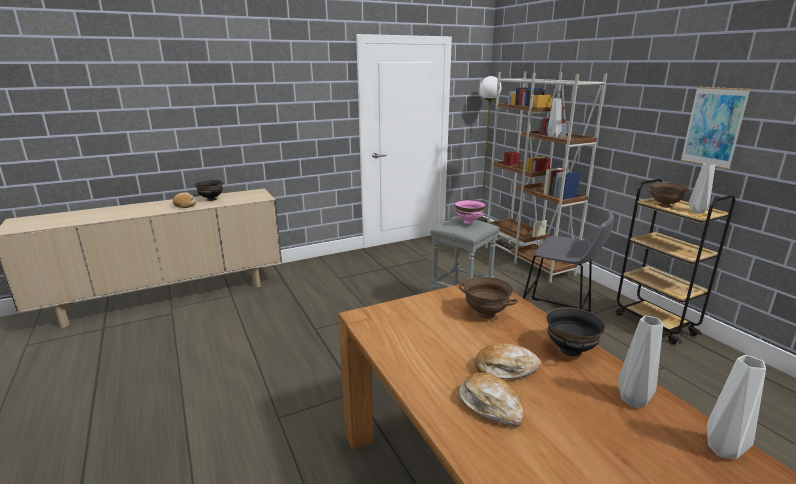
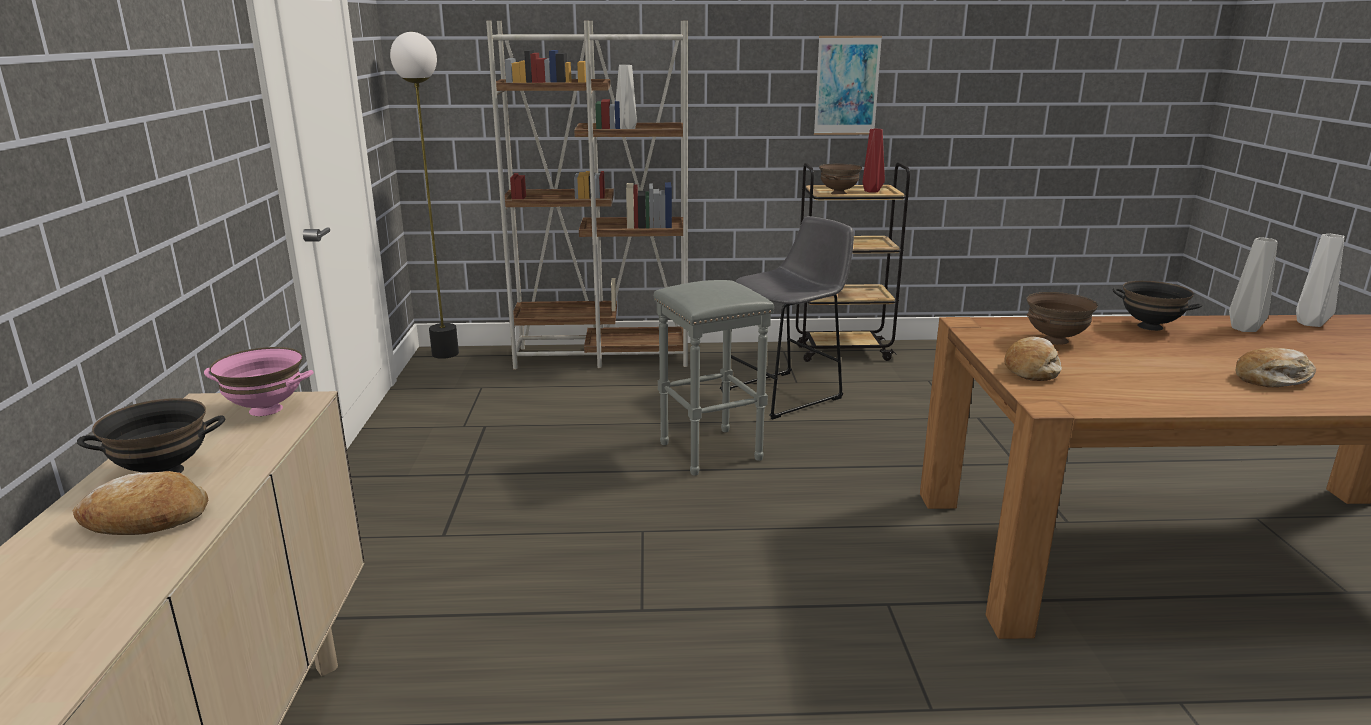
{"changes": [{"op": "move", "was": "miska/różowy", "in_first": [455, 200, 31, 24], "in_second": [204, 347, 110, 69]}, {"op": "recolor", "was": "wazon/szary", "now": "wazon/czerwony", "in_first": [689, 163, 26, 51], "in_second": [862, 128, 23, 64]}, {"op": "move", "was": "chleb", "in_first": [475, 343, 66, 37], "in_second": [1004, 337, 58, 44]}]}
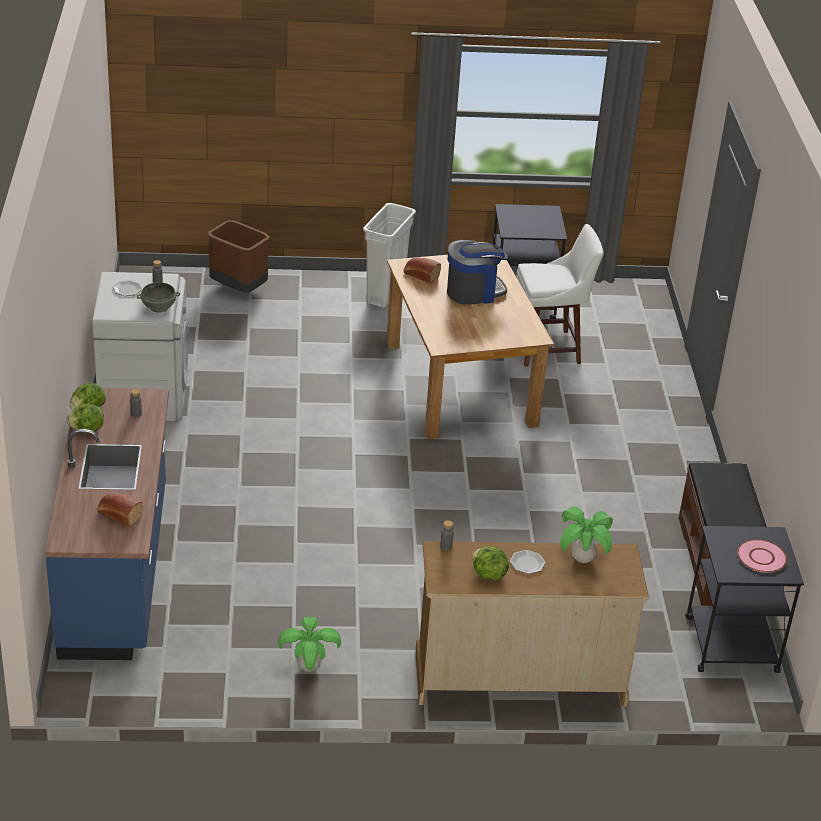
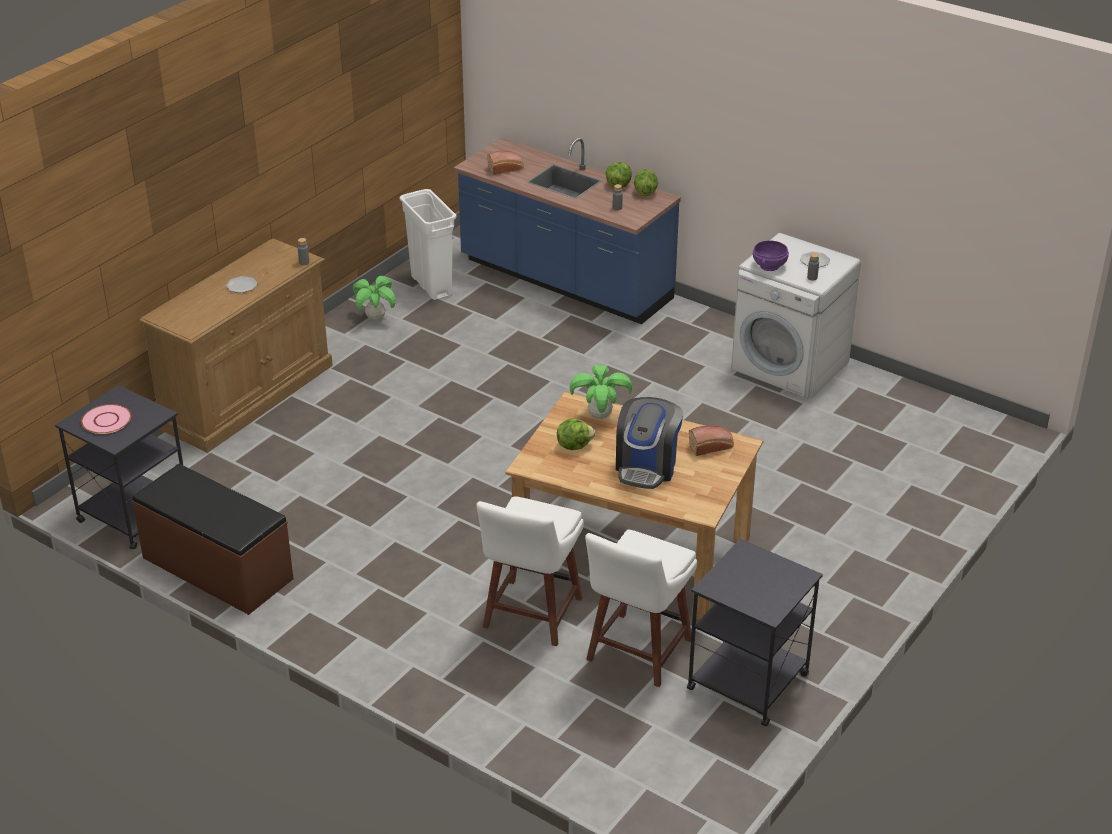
{"changes": [{"op": "move", "was": "kosz na śmieci/biały", "in_first": [363, 203, 53, 105], "in_second": [399, 189, 57, 111]}, {"op": "insert", "now": "stołek/biały", "in_second": [476, 496, 107, 150]}, {"op": "move", "was": "sałata", "in_first": [472, 547, 37, 33], "in_second": [557, 418, 38, 32]}, {"op": "move", "was": "roślina doniczkowa", "in_first": [560, 507, 53, 56], "in_second": [570, 365, 62, 54]}, {"op": "recolor", "was": "miska/szary", "now": "miska/fioletowy", "in_first": [137, 282, 43, 31], "in_second": [753, 240, 36, 31]}, {"op": "delete", "was": "kosz na śmieci/brązowy", "in_first": [208, 220, 62, 73]}]}
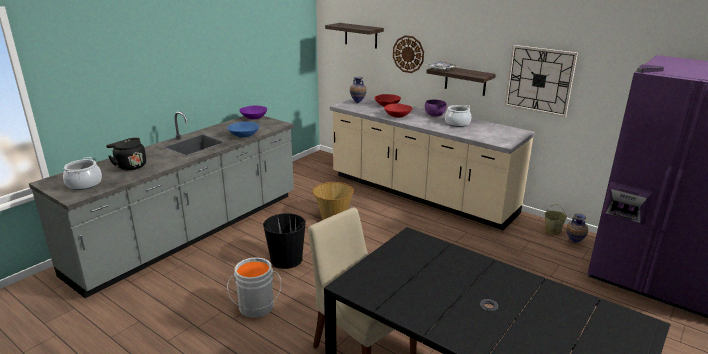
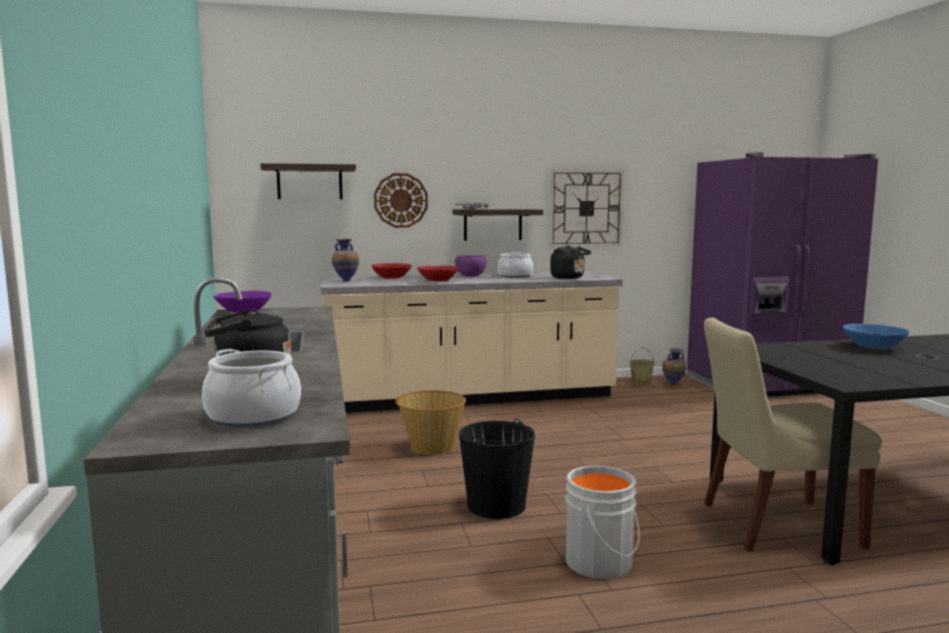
{"changes": [{"op": "insert", "now": "czajnik/czarny", "in_second": [550, 245, 41, 34]}, {"op": "move", "was": "miska/niebieski", "in_first": [228, 122, 31, 16], "in_second": [843, 324, 66, 25]}]}
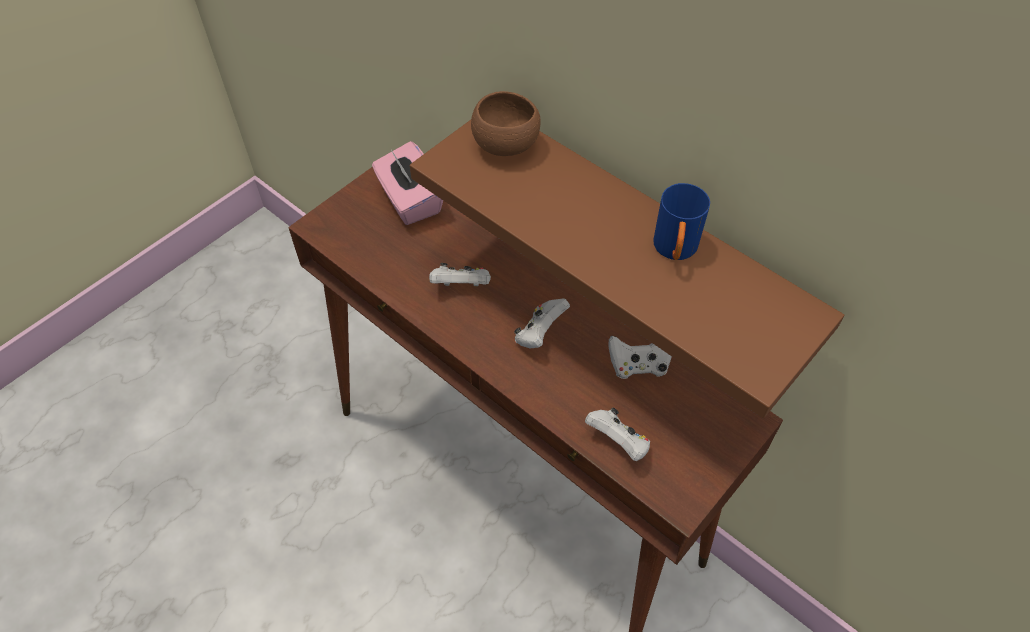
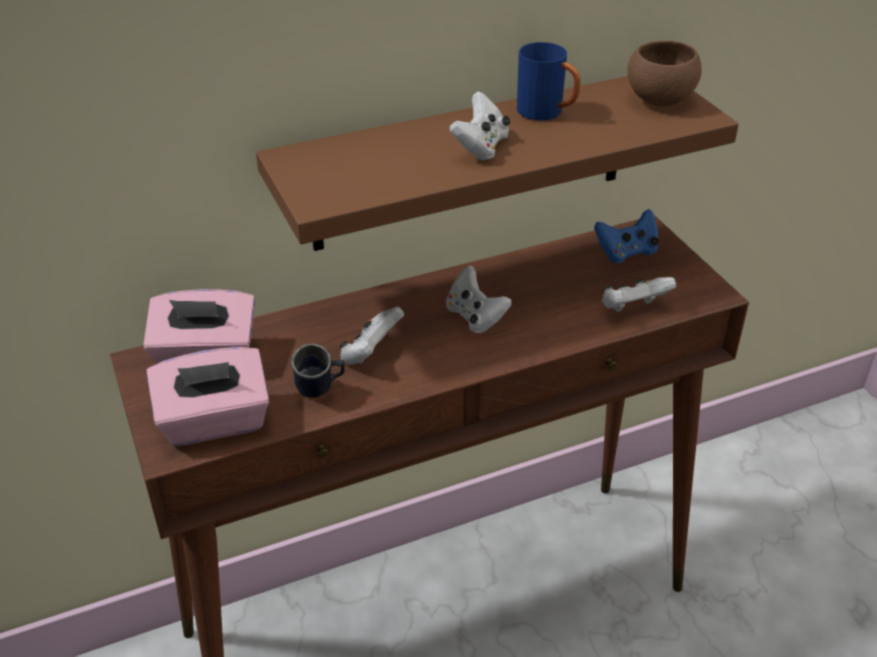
{"changes": [{"op": "insert", "now": "pudełko chusteczek/różowy", "in_second": [147, 347, 122, 99]}, {"op": "insert", "now": "kubek/niebieski", "in_second": [291, 344, 54, 54]}, {"op": "move", "was": "pad do gier/biały", "in_first": [608, 336, 64, 43], "in_second": [449, 92, 61, 69]}, {"op": "insert", "now": "pad do gier/niebieski", "in_second": [594, 209, 65, 54]}, {"op": "move", "was": "miska/brązowy", "in_first": [471, 91, 70, 65], "in_second": [627, 40, 75, 66]}]}
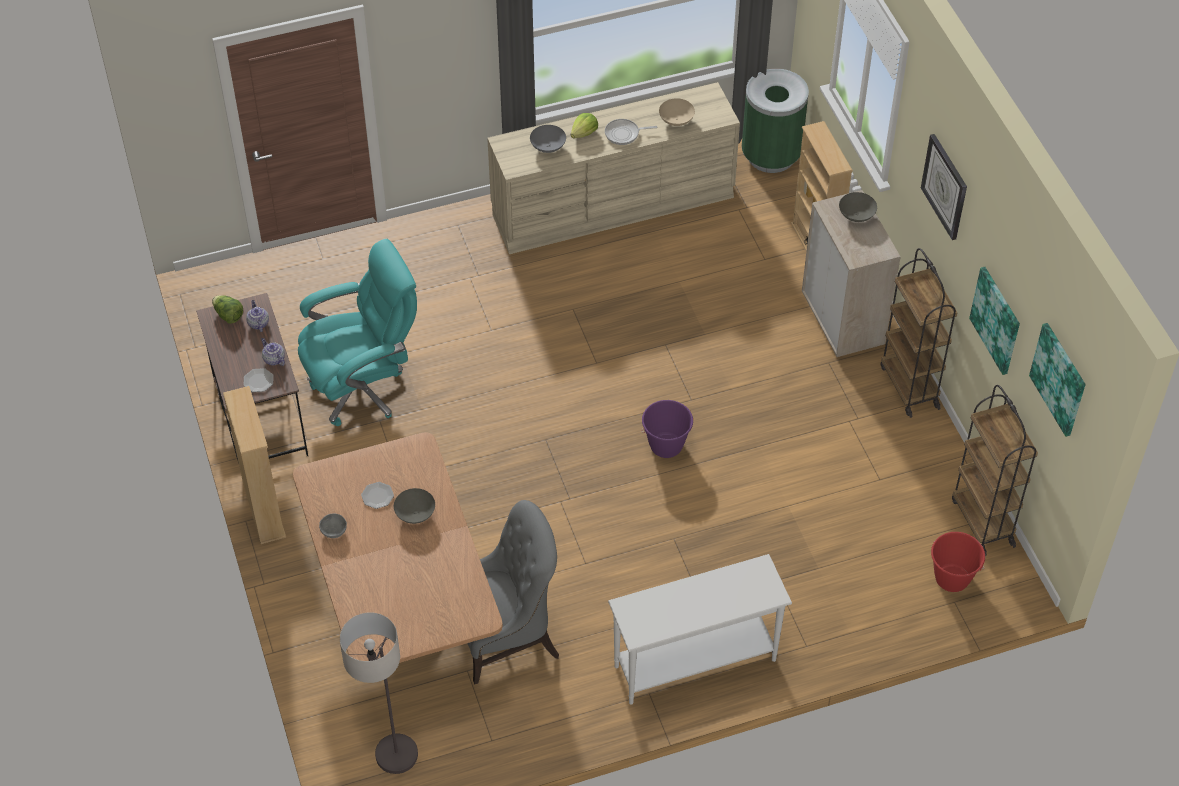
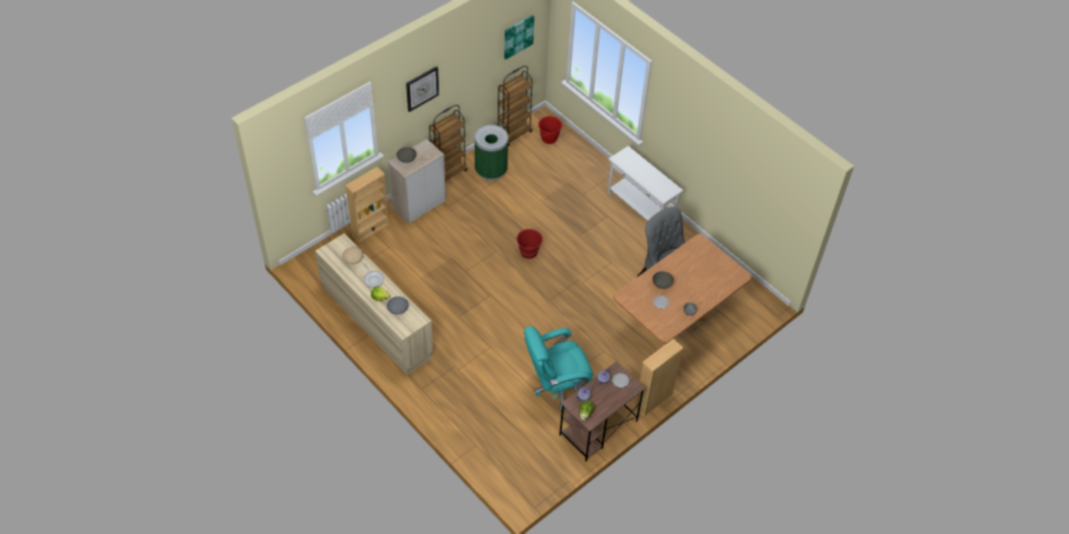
{"changes": [{"op": "move", "was": "kosz na śmieci/zielony", "in_first": [742, 68, 67, 105], "in_second": [475, 125, 33, 56]}, {"op": "recolor", "was": "wiadro/fioletowy", "now": "wiadro/czerwony", "in_first": [641, 400, 52, 58], "in_second": [516, 229, 27, 30]}, {"op": "rotate", "was": "krzesło biurowe/turkusowy", "in_first": [298, 239, 119, 187], "in_second": [524, 326, 69, 84], "clockwise": -60}, {"op": "delete", "was": "lampa stojąca/szary", "in_first": [340, 612, 78, 162]}, {"op": "delete", "was": "obraz", "in_first": [969, 267, 51, 108]}]}
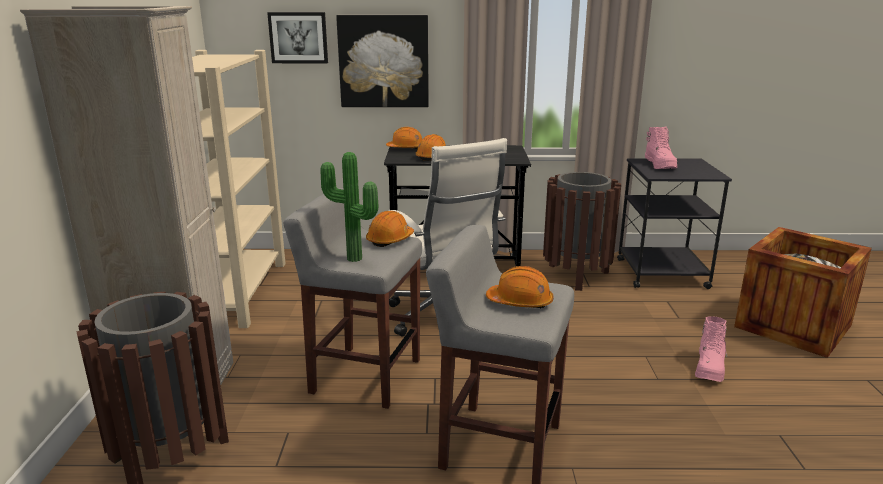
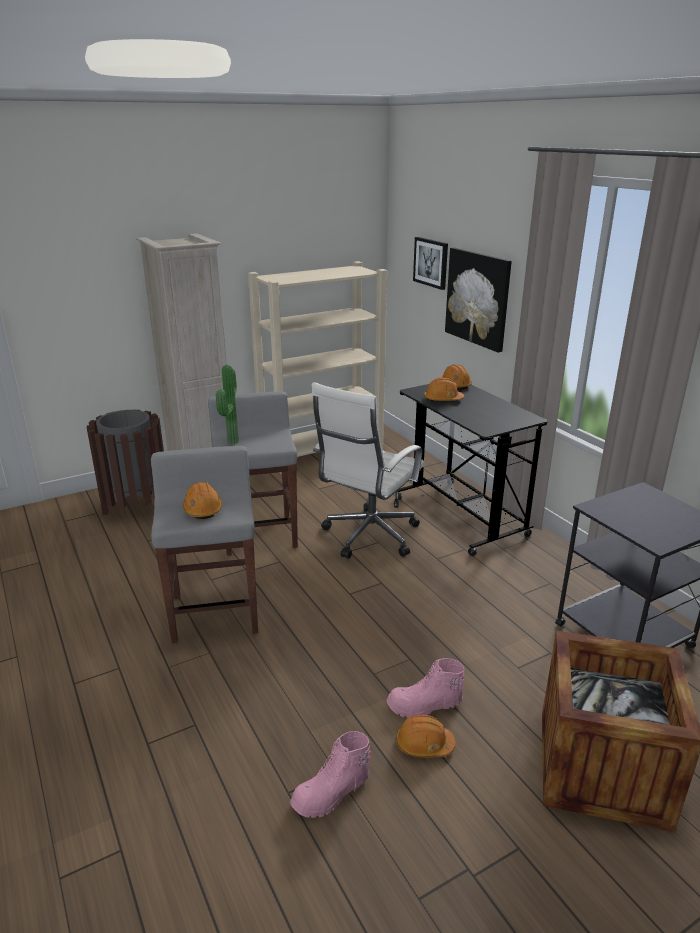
{"changes": [{"op": "move", "was": "but z cholewką/różowy", "in_first": [645, 126, 32, 43], "in_second": [290, 731, 82, 87]}, {"op": "move", "was": "kask/pomarańczowy", "in_first": [366, 211, 48, 36], "in_second": [396, 715, 60, 43]}, {"op": "delete", "was": "kosz na śmieci/brązowy", "in_first": [543, 172, 78, 119]}]}
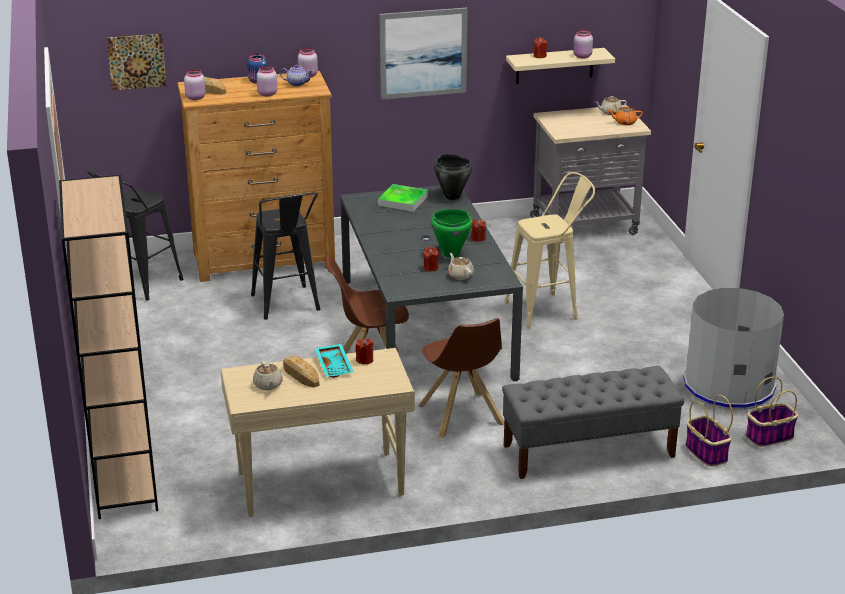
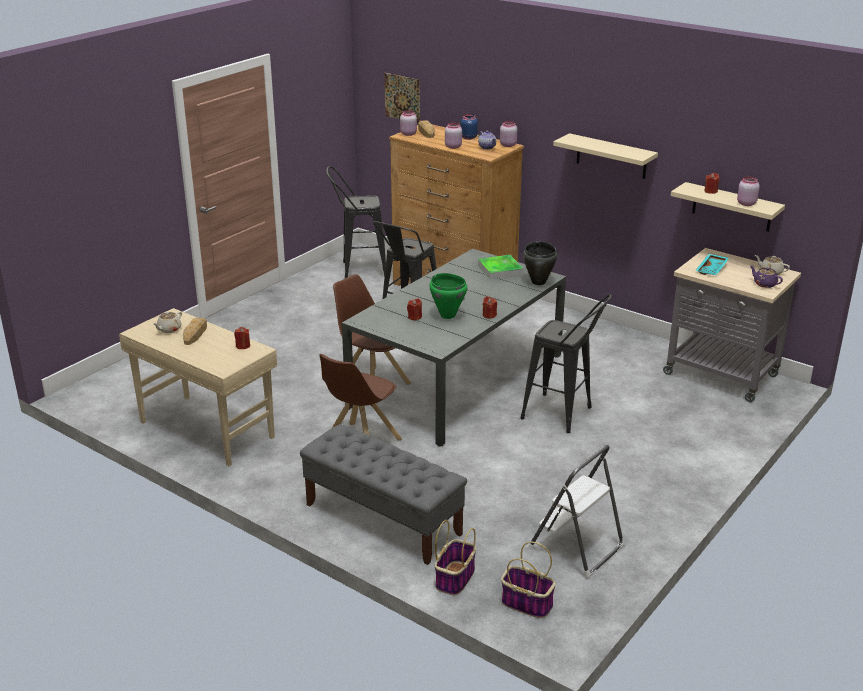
{"changes": [{"op": "recolor", "was": "stołek/beżowy", "now": "stołek/czarny", "in_first": [505, 172, 90, 157], "in_second": [520, 294, 92, 139]}, {"op": "replace", "was": "kosz na śmieci/szary", "now": "drabinka/biały", "in_first": [683, 288, 101, 122], "in_second": [526, 445, 98, 133]}, {"op": "replace", "was": "obraz", "now": "półka/beżowy", "in_first": [379, 8, 89, 92], "in_second": [553, 133, 105, 46]}, {"op": "move", "was": "taca/turkusowy", "in_first": [315, 344, 39, 34], "in_second": [695, 254, 34, 21]}, {"op": "recolor", "was": "imbryk/pomarańczowy", "now": "imbryk/fioletowy", "in_first": [608, 106, 35, 19], "in_second": [750, 265, 33, 23]}, {"op": "delete", "was": "regał/beżowy", "in_first": [59, 175, 99, 344]}, {"op": "delete", "was": "imbryk/beżowy", "in_first": [448, 253, 26, 27]}]}
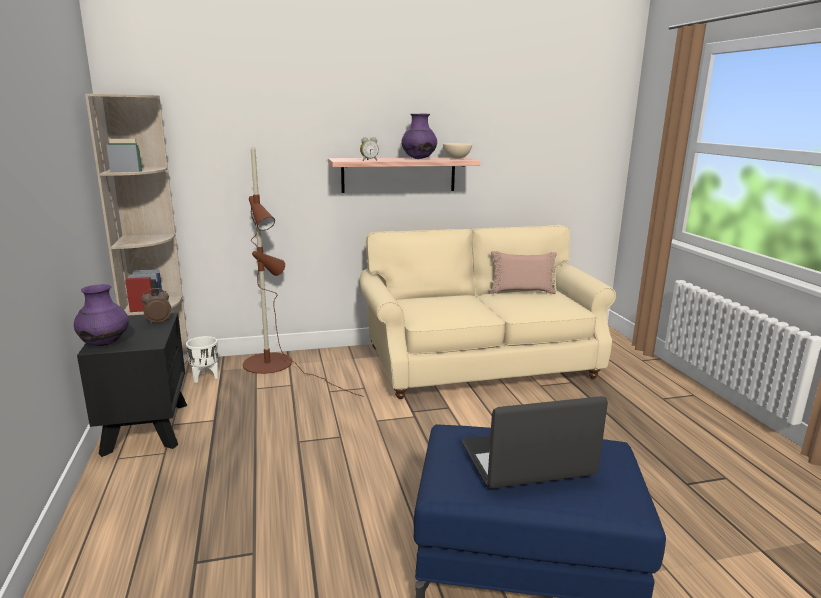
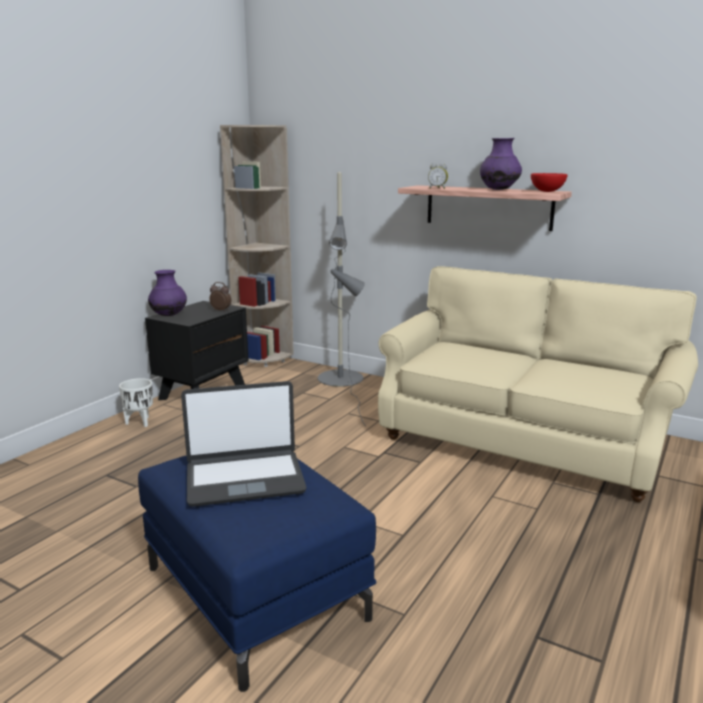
{"changes": [{"op": "move", "was": "donica/biały", "in_first": [186, 336, 33, 47], "in_second": [119, 378, 34, 49]}, {"op": "rotate", "was": "laptop", "in_first": [462, 396, 146, 93], "in_second": [181, 381, 126, 126], "clockwise": 135}, {"op": "recolor", "was": "lampa stojąca/brązowy", "now": "lampa stojąca/szary", "in_first": [243, 147, 121, 250], "in_second": [317, 171, 49, 255]}, {"op": "recolor", "was": "miska/beżowy", "now": "miska/czerwony", "in_first": [443, 143, 29, 16], "in_second": [531, 173, 37, 19]}, {"op": "delete", "was": "poduszka/beżowy", "in_first": [491, 251, 66, 43]}]}
